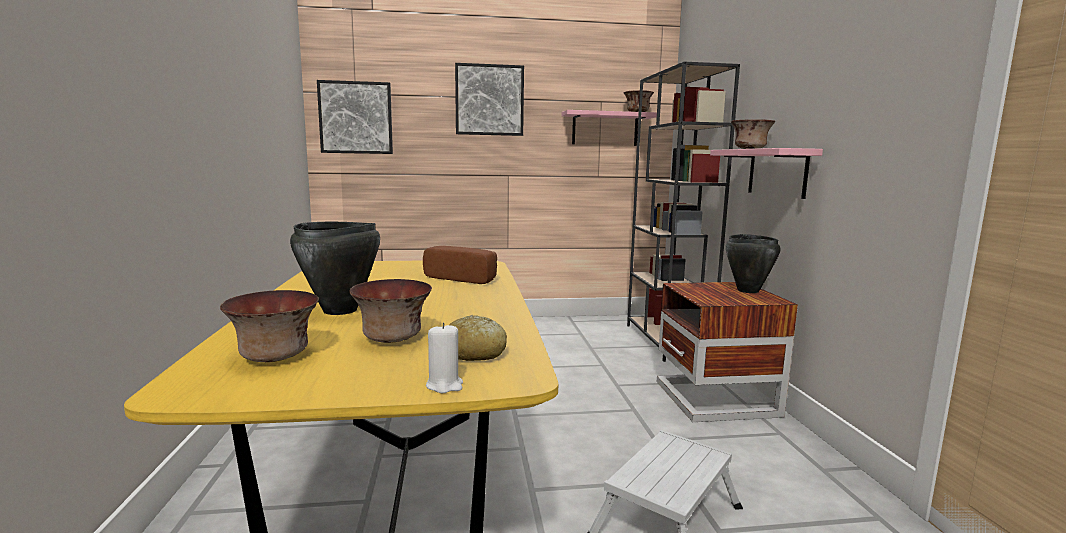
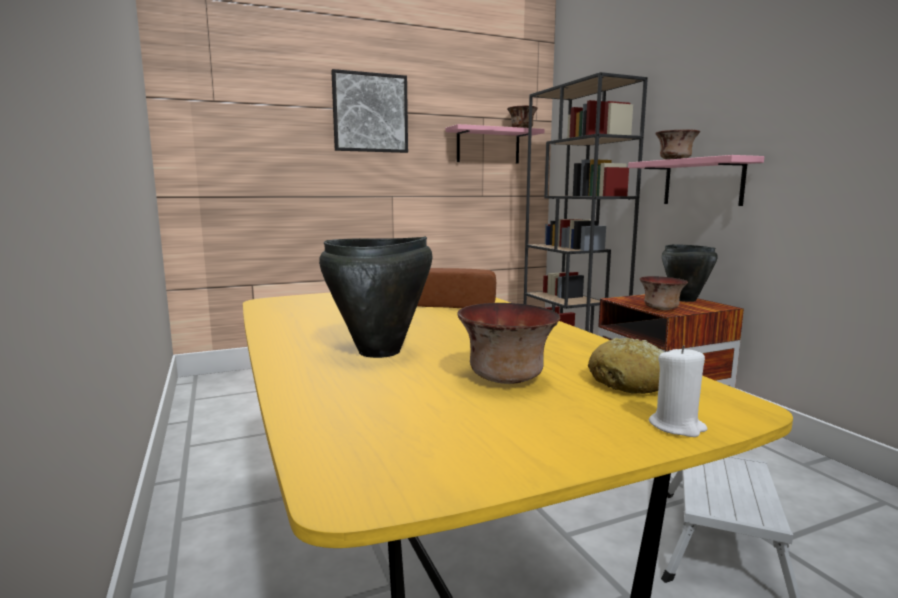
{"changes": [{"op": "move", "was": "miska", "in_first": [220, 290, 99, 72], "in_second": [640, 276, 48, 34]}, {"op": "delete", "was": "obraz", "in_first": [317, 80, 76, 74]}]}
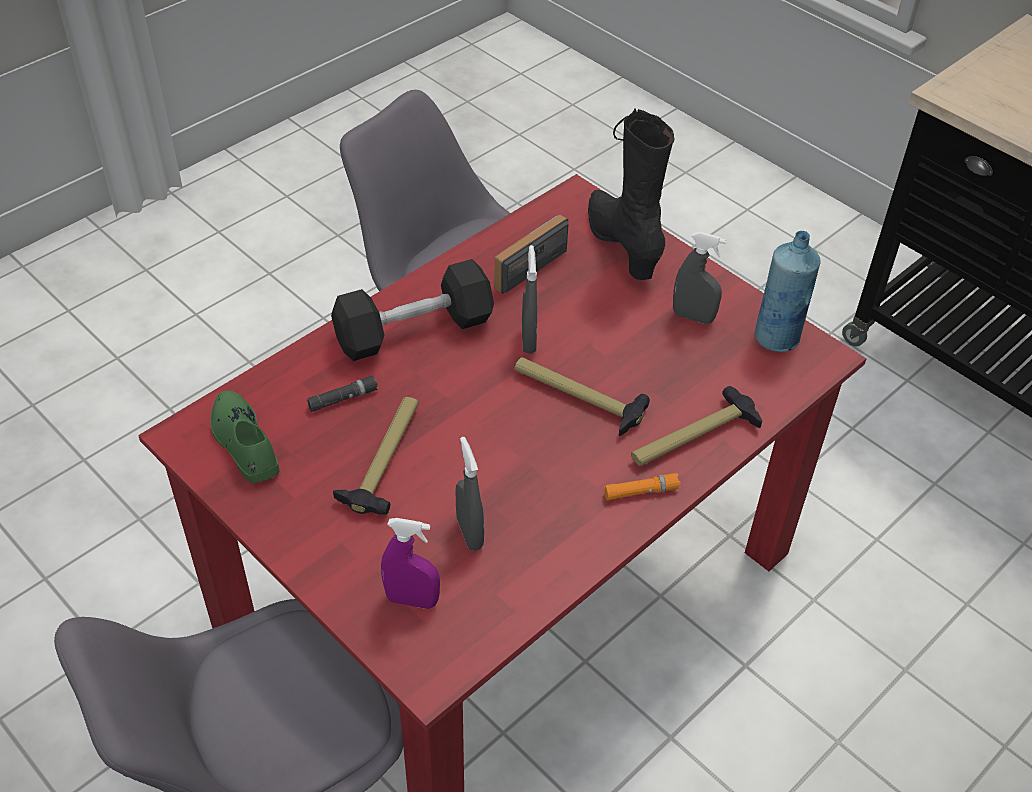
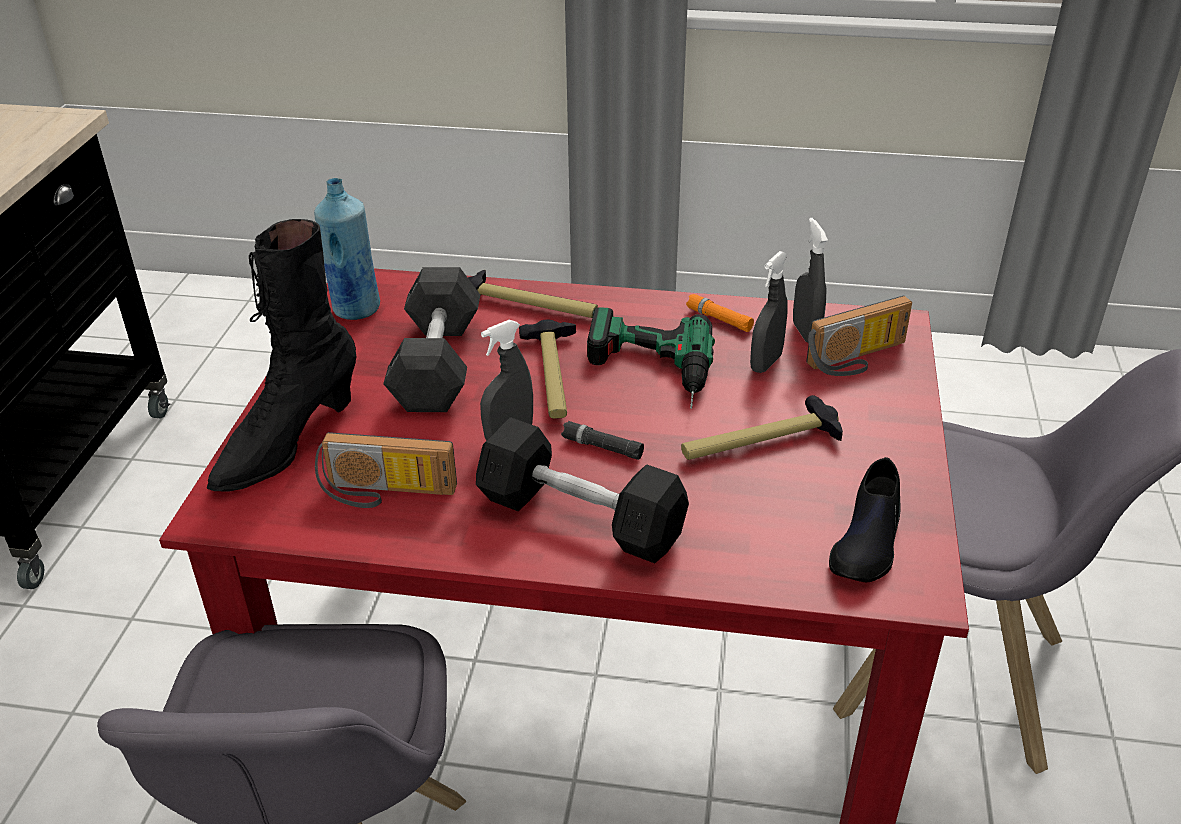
{"changes": [{"op": "insert", "now": "hantel/szary", "in_second": [383, 267, 97, 145]}, {"op": "move", "was": "latarka/czarny", "in_first": [307, 375, 71, 37], "in_second": [561, 421, 83, 39]}, {"op": "insert", "now": "wiertarka", "in_second": [587, 307, 128, 102]}, {"op": "move", "was": "latarka/pomarańczowy", "in_first": [604, 473, 77, 28], "in_second": [686, 294, 68, 38]}, {"op": "move", "was": "spryskiwacz/szary", "in_first": [673, 232, 53, 92], "in_second": [793, 218, 35, 125]}, {"op": "replace", "was": "spryskiwacz/fioletowy", "now": "radio", "in_first": [381, 518, 59, 91], "in_second": [806, 296, 106, 80]}, {"op": "recolor", "was": "but/zielony", "now": "but/czarny", "in_first": [210, 391, 69, 92], "in_second": [829, 457, 72, 125]}]}
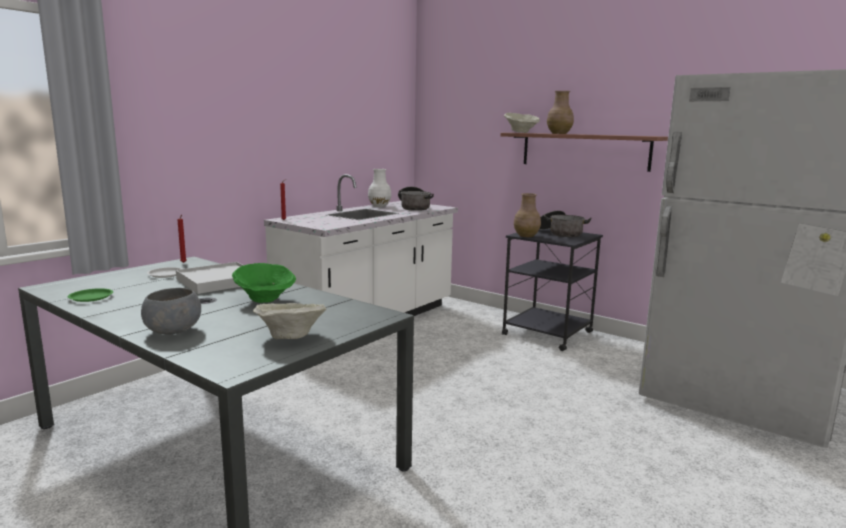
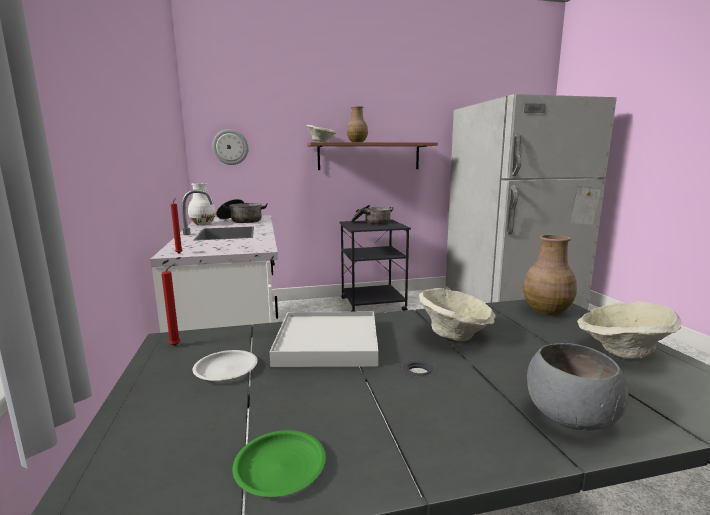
{"changes": [{"op": "insert", "now": "zegar ścienny", "in_second": [212, 129, 36, 36]}, {"op": "recolor", "was": "miska/zielony", "now": "miska/beżowy", "in_first": [232, 263, 64, 40], "in_second": [419, 288, 77, 53]}, {"op": "move", "was": "wazon/brązowy", "in_first": [514, 193, 27, 44], "in_second": [523, 235, 54, 81]}]}
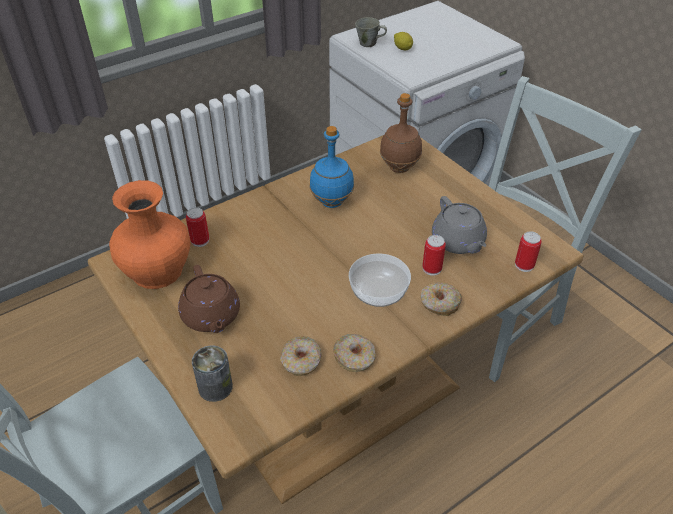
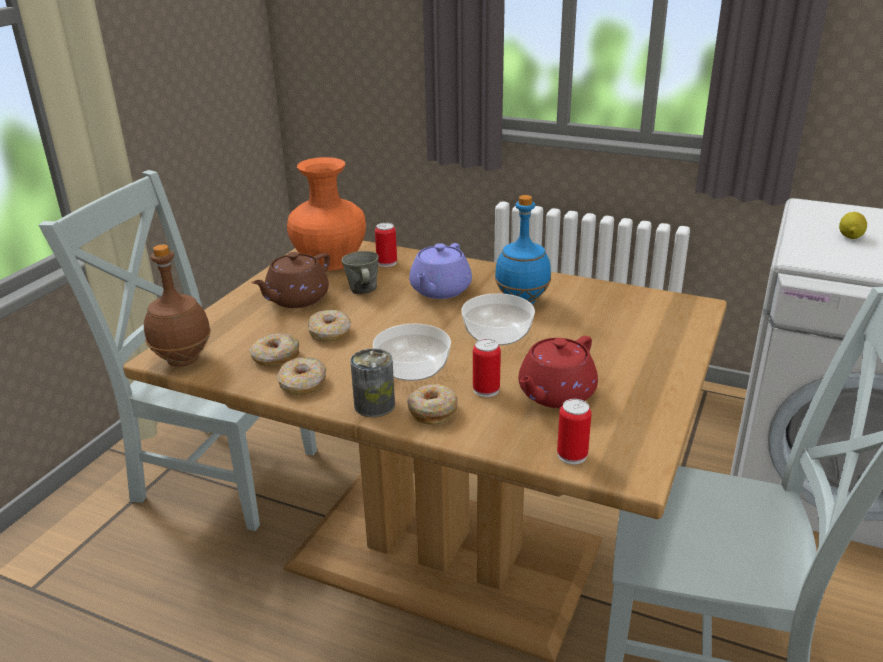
{"changes": [{"op": "move", "was": "butelka/brązowy", "in_first": [380, 93, 42, 80], "in_second": [144, 245, 67, 122]}, {"op": "insert", "now": "donut", "in_second": [308, 310, 43, 32]}, {"op": "move", "was": "kubek/szary", "in_first": [355, 17, 32, 30], "in_second": [341, 251, 38, 43]}, {"op": "move", "was": "puszka", "in_first": [192, 345, 41, 57], "in_second": [350, 348, 45, 69]}, {"op": "insert", "now": "imbryk/fioletowy", "in_second": [409, 243, 63, 56]}, {"op": "insert", "now": "miska", "in_second": [461, 293, 74, 52]}, {"op": "recolor", "was": "imbryk/szary", "now": "imbryk/czerwony", "in_first": [432, 196, 55, 58], "in_second": [518, 336, 80, 72]}]}
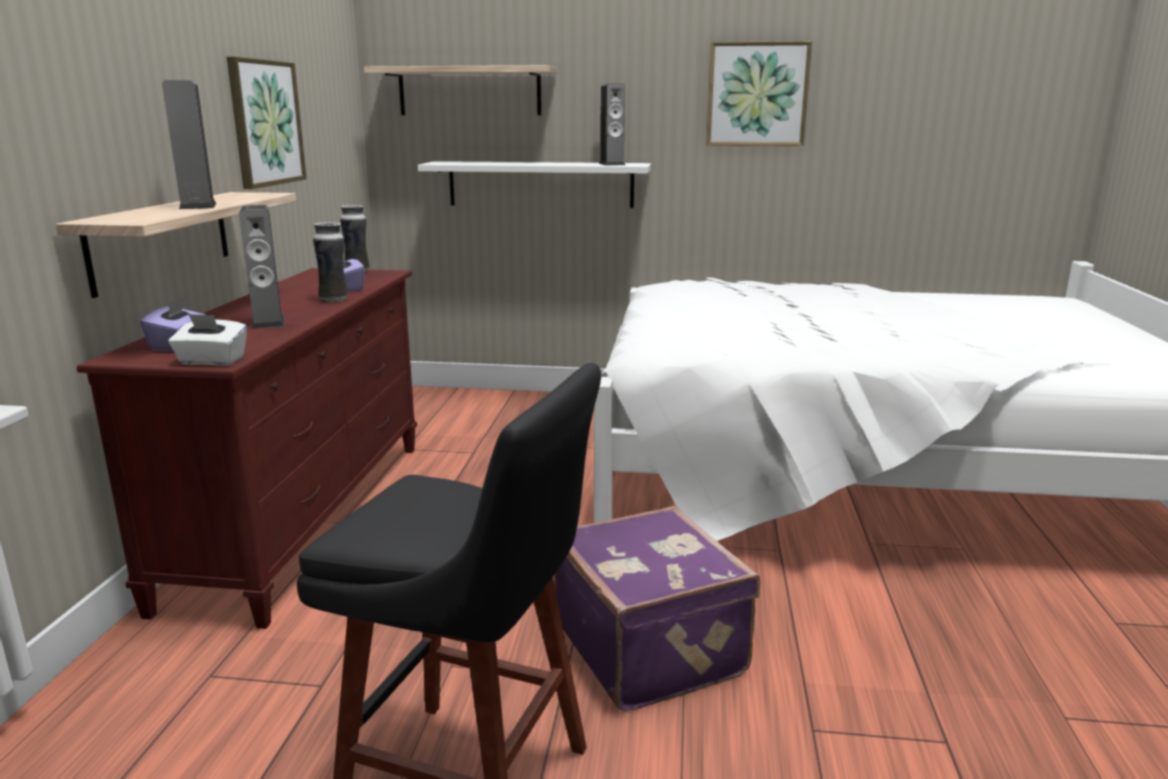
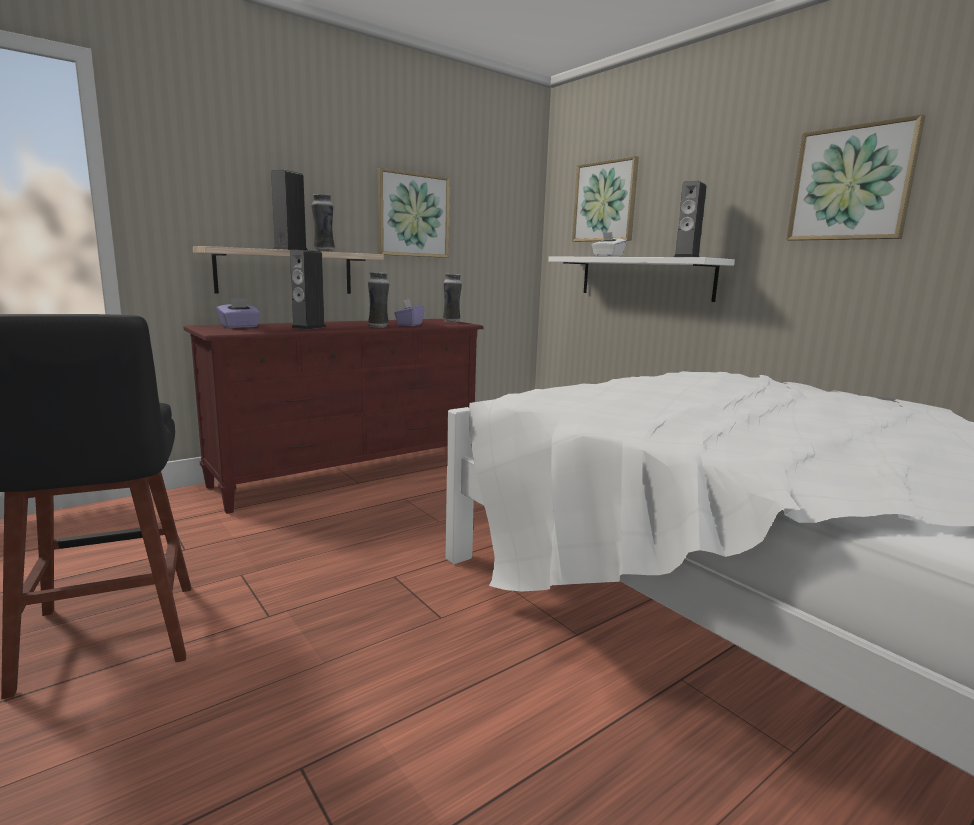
{"changes": [{"op": "insert", "now": "wazon", "in_second": [311, 194, 24, 58]}, {"op": "replace", "was": "półka", "now": "obraz", "in_first": [364, 65, 193, 50], "in_second": [572, 156, 67, 86]}, {"op": "move", "was": "pudełko chusteczek/biały", "in_first": [169, 314, 78, 52], "in_second": [592, 232, 34, 25]}, {"op": "delete", "was": "walizka/fioletowy", "in_first": [554, 506, 206, 206]}]}
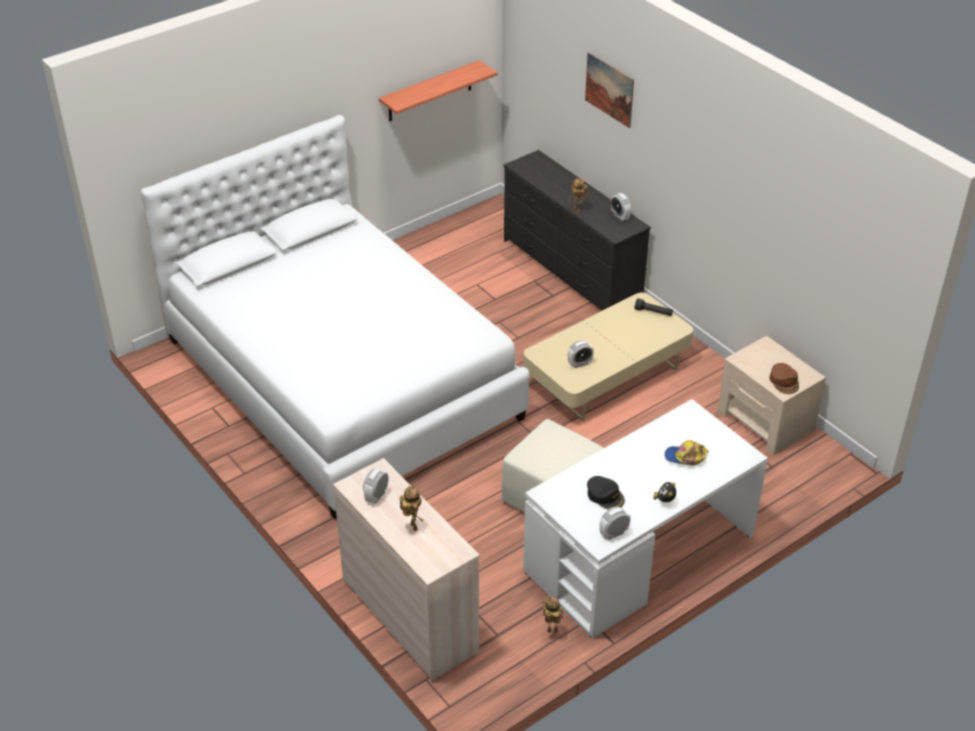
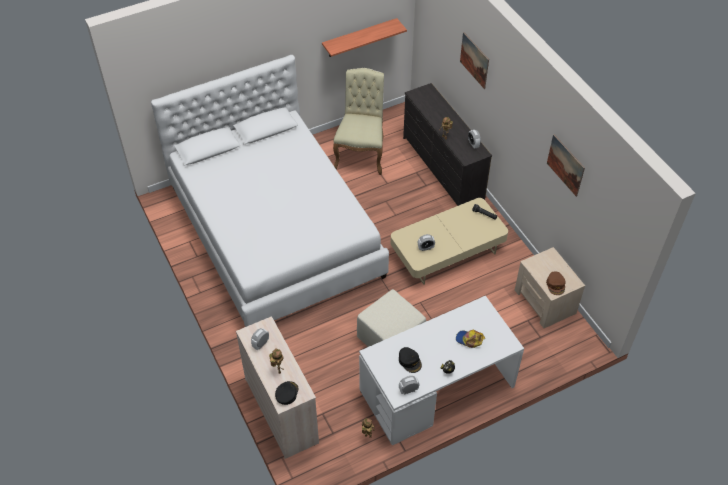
{"changes": [{"op": "insert", "now": "czapka z daszkiem/czarny", "in_second": [275, 381, 23, 24]}, {"op": "insert", "now": "krzesło/beżowy", "in_second": [333, 68, 51, 107]}, {"op": "insert", "now": "obraz", "in_second": [547, 134, 38, 63]}]}
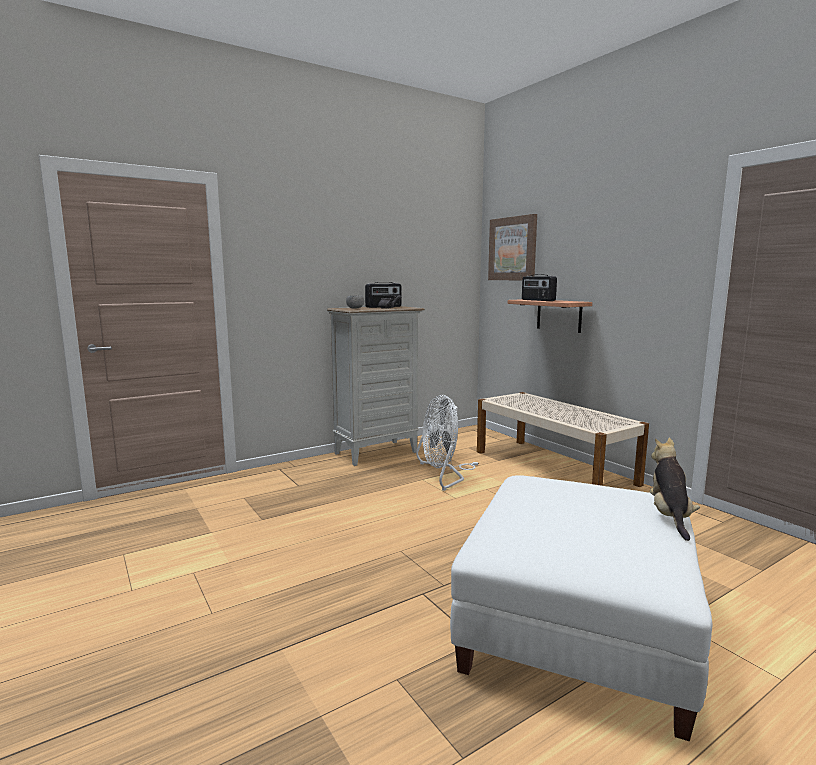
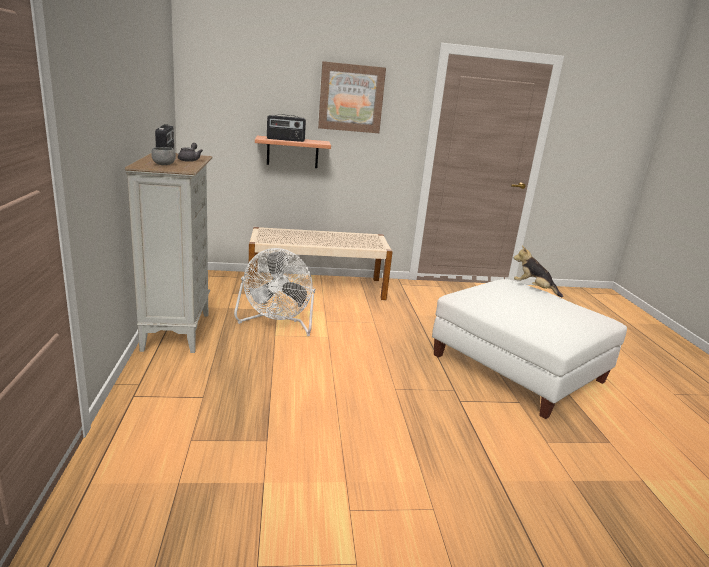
{"changes": [{"op": "move", "was": "obraz", "in_first": [488, 214, 49, 66], "in_second": [318, 61, 68, 72]}]}
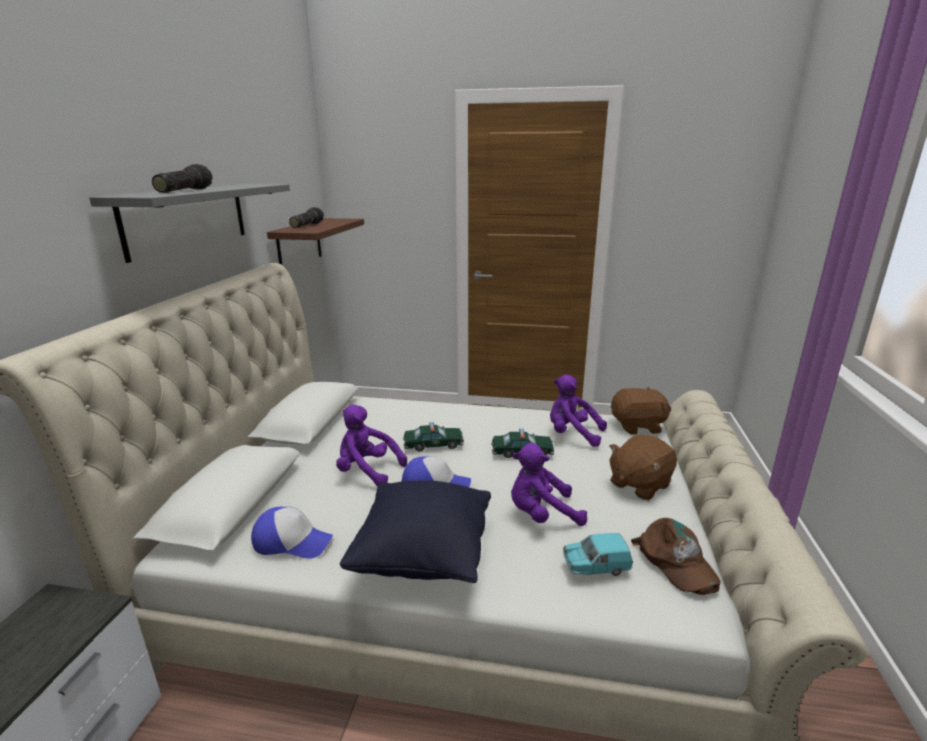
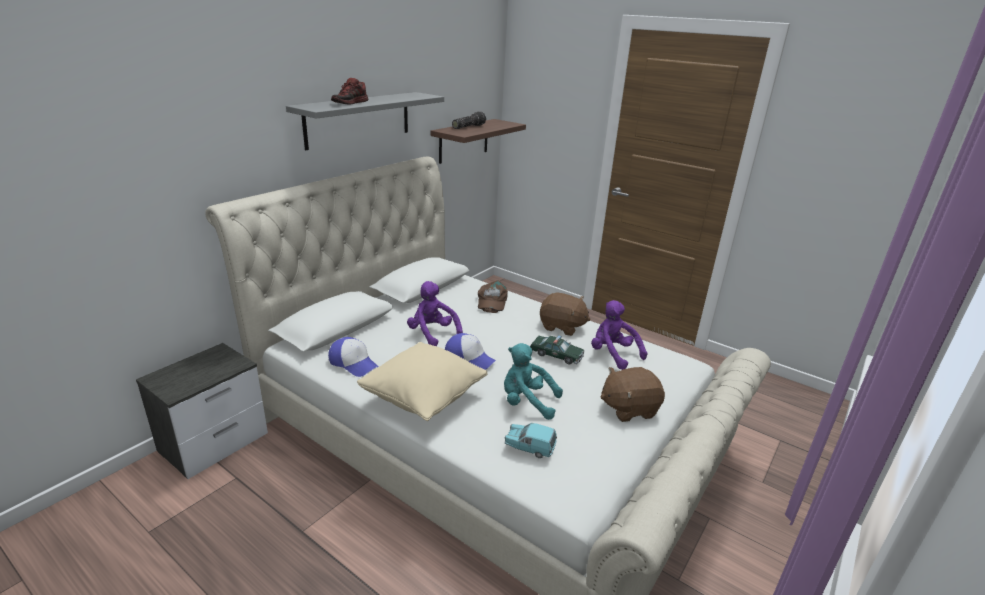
{"changes": [{"op": "replace", "was": "latarka", "now": "but", "in_first": [152, 164, 60, 29], "in_second": [331, 78, 37, 26]}, {"op": "recolor", "was": "poduszka/czarny", "now": "poduszka/beżowy", "in_first": [340, 480, 151, 103], "in_second": [357, 342, 131, 79]}, {"op": "move", "was": "czapka z daszkiem/brązowy", "in_first": [631, 518, 89, 77], "in_second": [478, 280, 30, 33]}, {"op": "recolor", "was": "pluszak/fioletowy", "now": "pluszak/turkusowy", "in_first": [511, 443, 76, 83], "in_second": [504, 343, 59, 77]}, {"op": "move", "was": "pluszak/brązowy", "in_first": [611, 386, 60, 49], "in_second": [540, 292, 51, 44]}, {"op": "delete", "was": "samochodzik", "in_first": [403, 422, 61, 29]}]}
